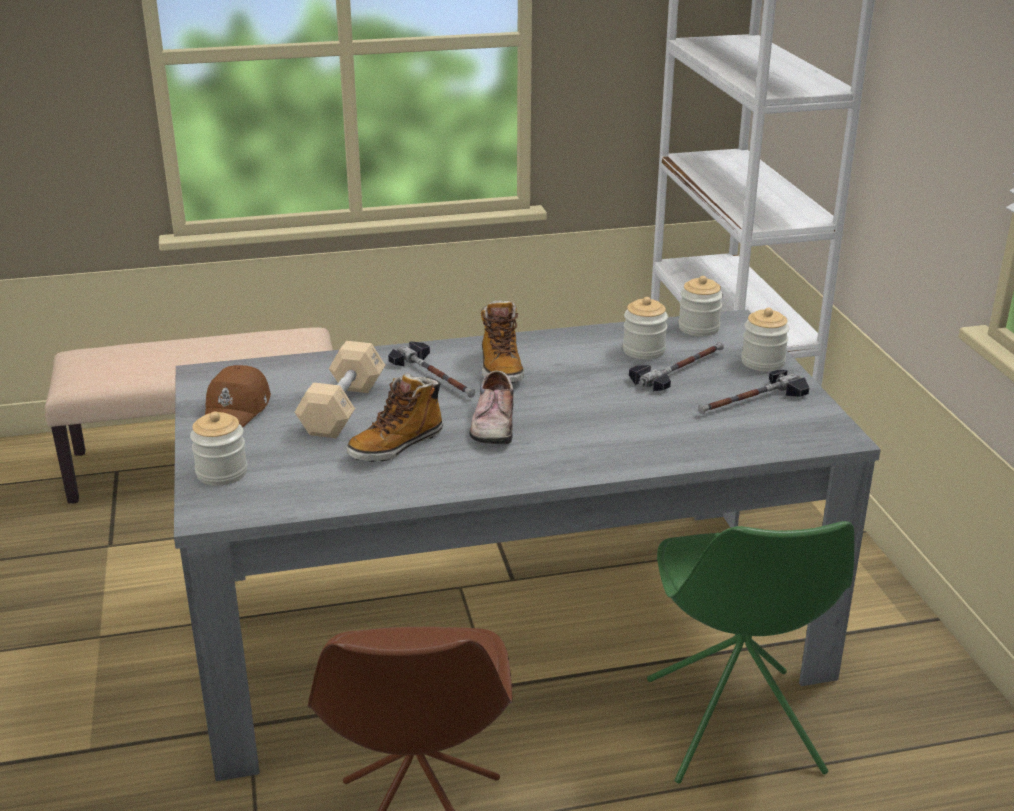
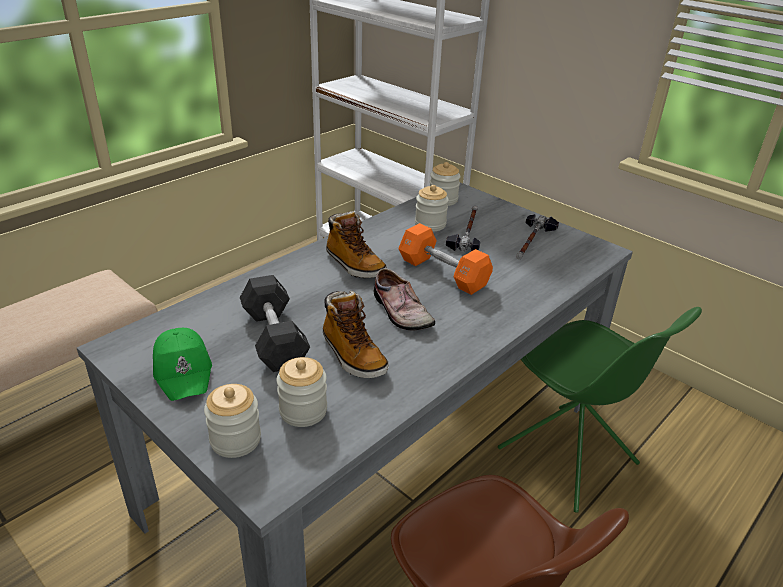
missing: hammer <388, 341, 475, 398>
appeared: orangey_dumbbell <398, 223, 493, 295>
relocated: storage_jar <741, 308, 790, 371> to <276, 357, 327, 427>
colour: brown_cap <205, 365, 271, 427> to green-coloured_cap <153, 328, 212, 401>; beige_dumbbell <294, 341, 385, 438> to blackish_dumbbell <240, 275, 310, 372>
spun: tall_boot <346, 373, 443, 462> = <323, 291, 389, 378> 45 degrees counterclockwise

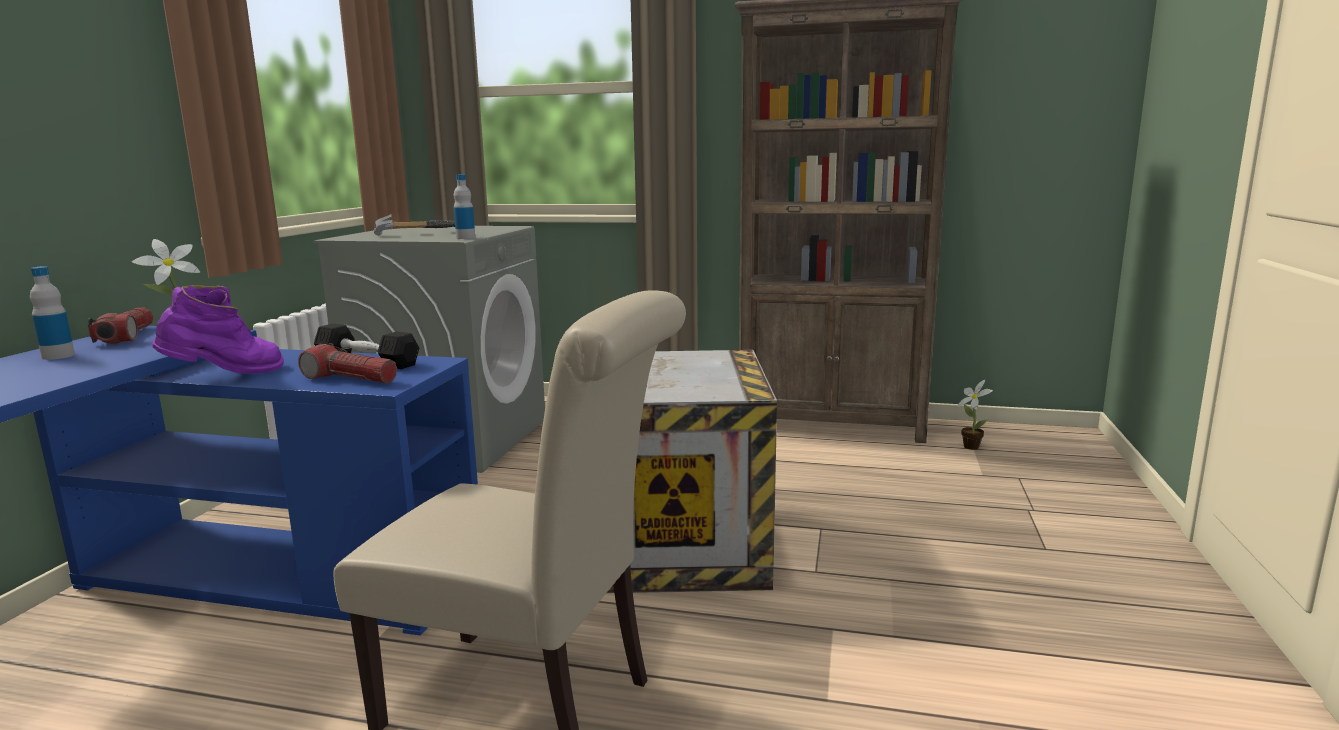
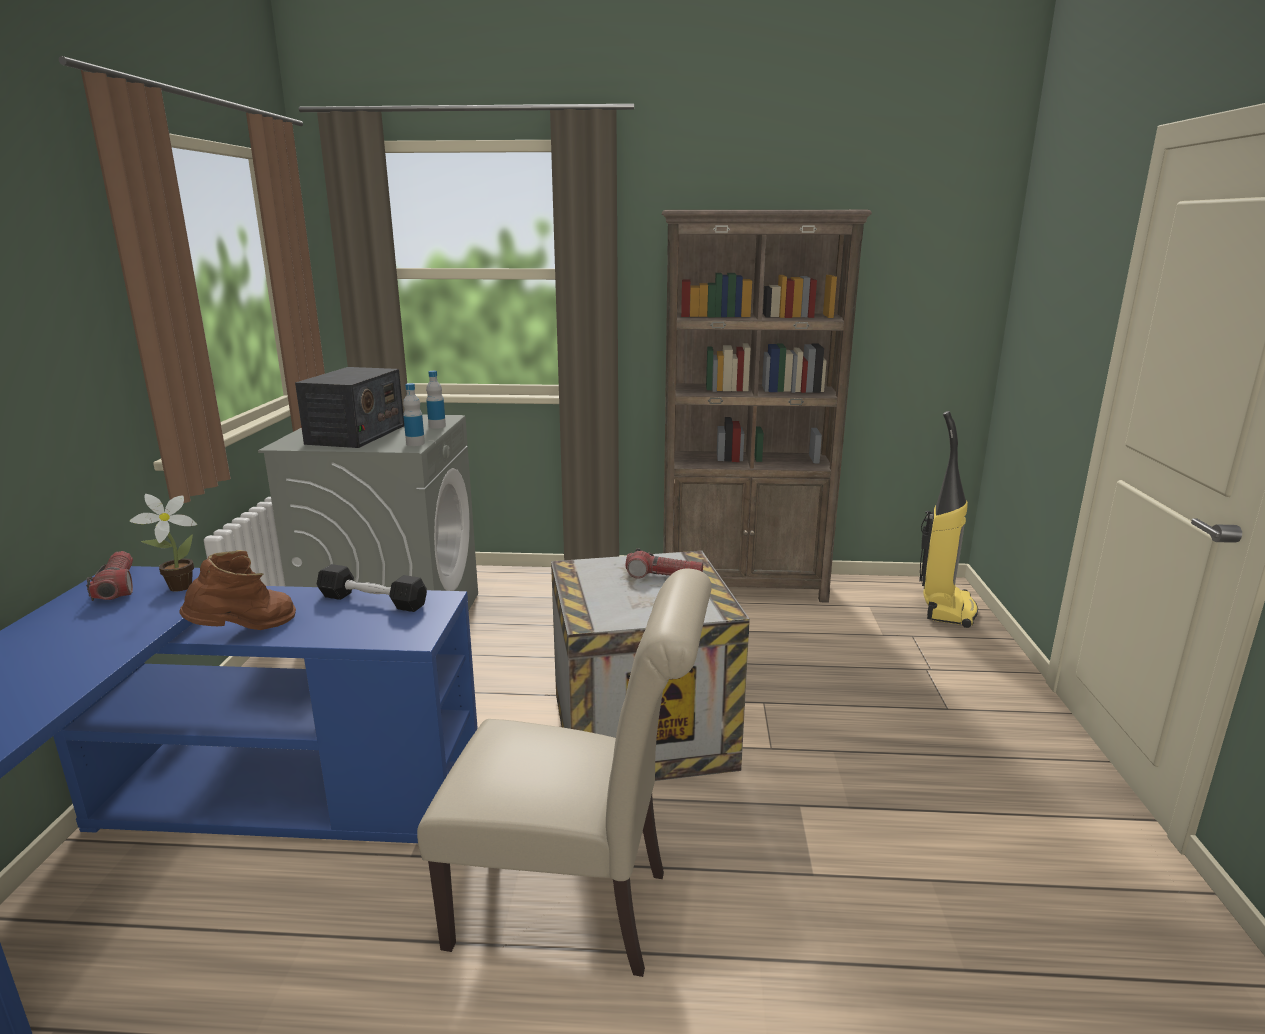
missing: potted_plant <957, 380, 993, 450>
appeared: hoover <919, 411, 978, 628>
relocated: bottle <30, 266, 75, 360> to <426, 371, 446, 429>; flashlight <298, 343, 397, 383> to <626, 548, 703, 579>
exchanged: hammer <374, 214, 455, 235> to radio <295, 367, 404, 448>
colour: purple_tall_boot <152, 285, 284, 374> to brown_tall_boot <179, 550, 296, 630>

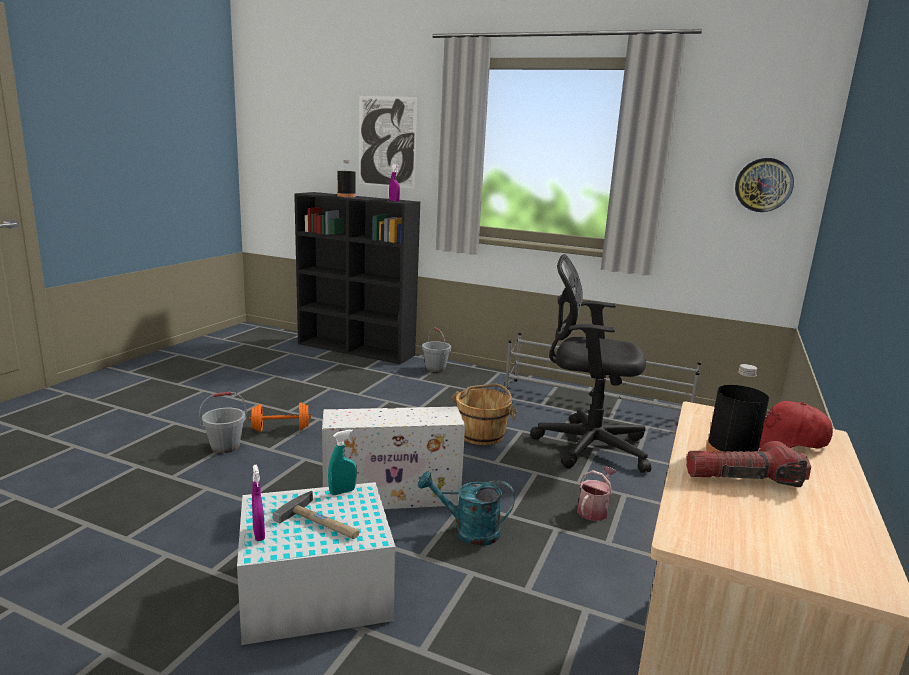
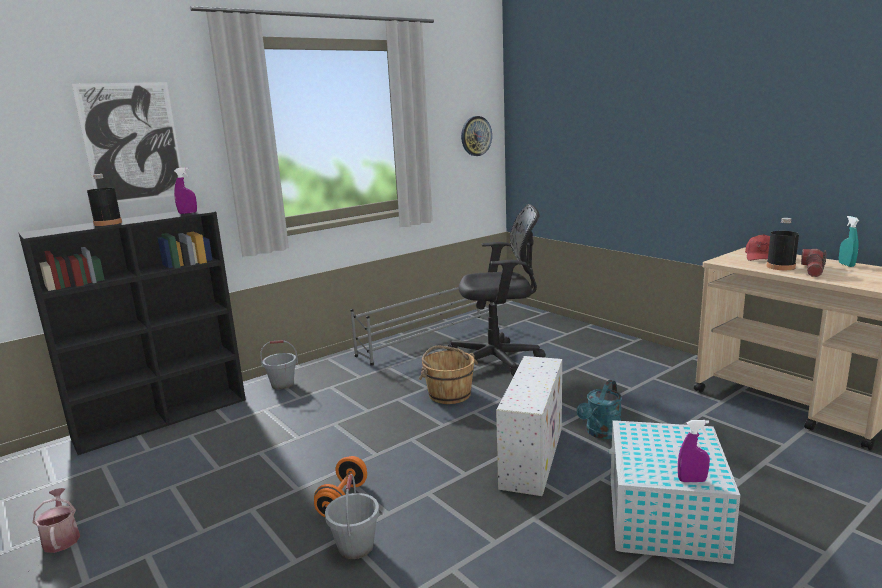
missing: hammer <273, 491, 359, 539>
relocated: turquoise_sprayer <328, 429, 357, 495> to <839, 216, 859, 267>; watering_can <577, 466, 616, 521> to <33, 488, 80, 553>
spun: blackish_office_chair <530, 254, 651, 473> = <448, 204, 545, 376> 135 degrees counterclockwise

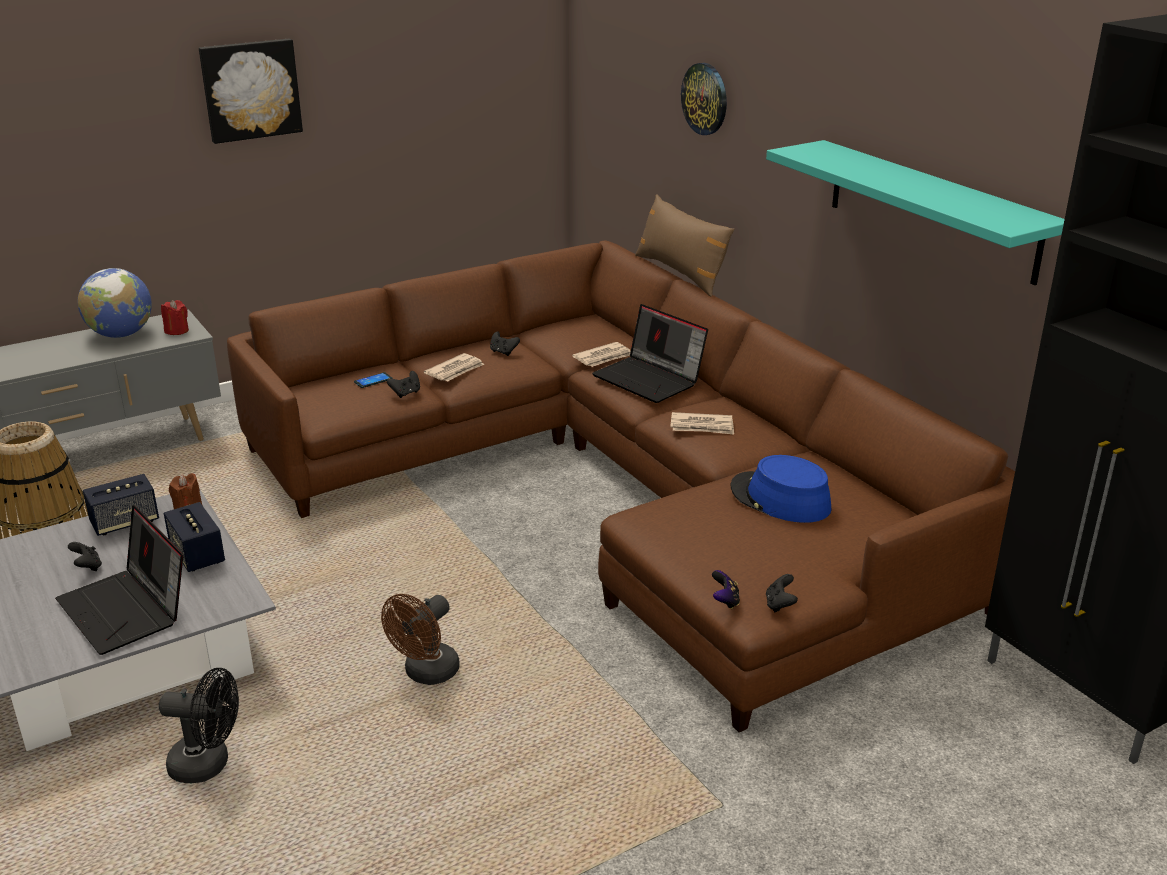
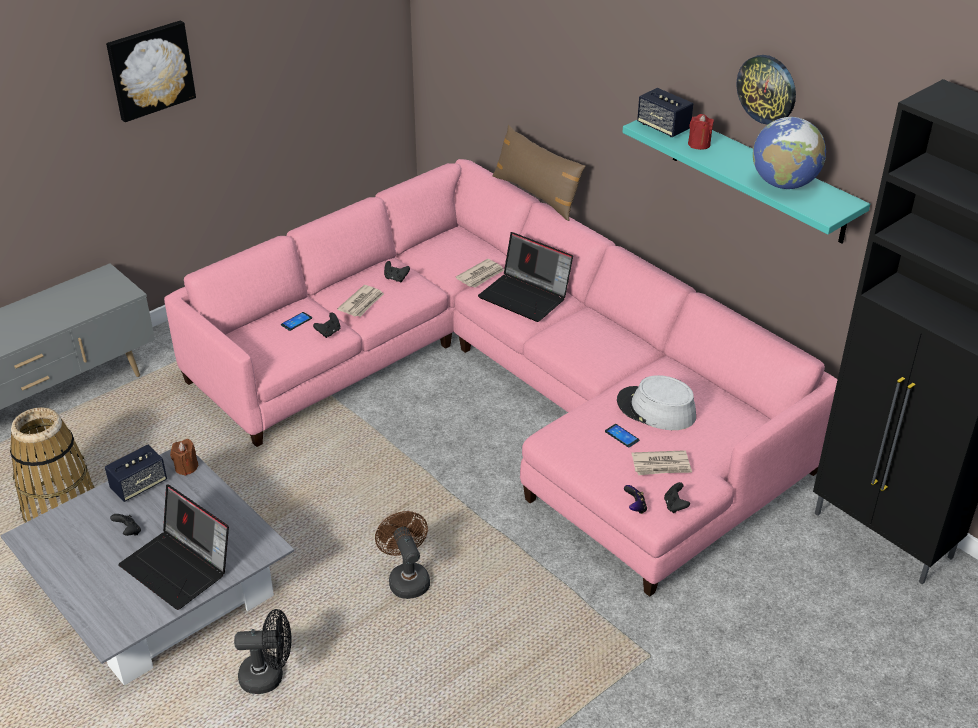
appeared: handset <605, 424, 639, 448>
relocated: desk_globe <78, 268, 152, 338> to <753, 117, 826, 189>; red-coloured_wax_light <161, 300, 189, 335> to <688, 114, 714, 150>; loudspeaker <164, 502, 225, 572> to <637, 88, 693, 137>; printed_paper <670, 412, 734, 435> to <632, 450, 692, 475>; clock_on_the_wall <681, 63, 727, 135> to <737, 55, 796, 125>
colour: brown_sofa <227, 240, 1015, 732> to pinkish_sofa <164, 159, 838, 597>; bluish_hat <731, 455, 831, 523> to gray_hat <617, 375, 696, 430>
spun: brown_fan <381, 594, 460, 685> = <375, 511, 430, 599> 135 degrees clockwise

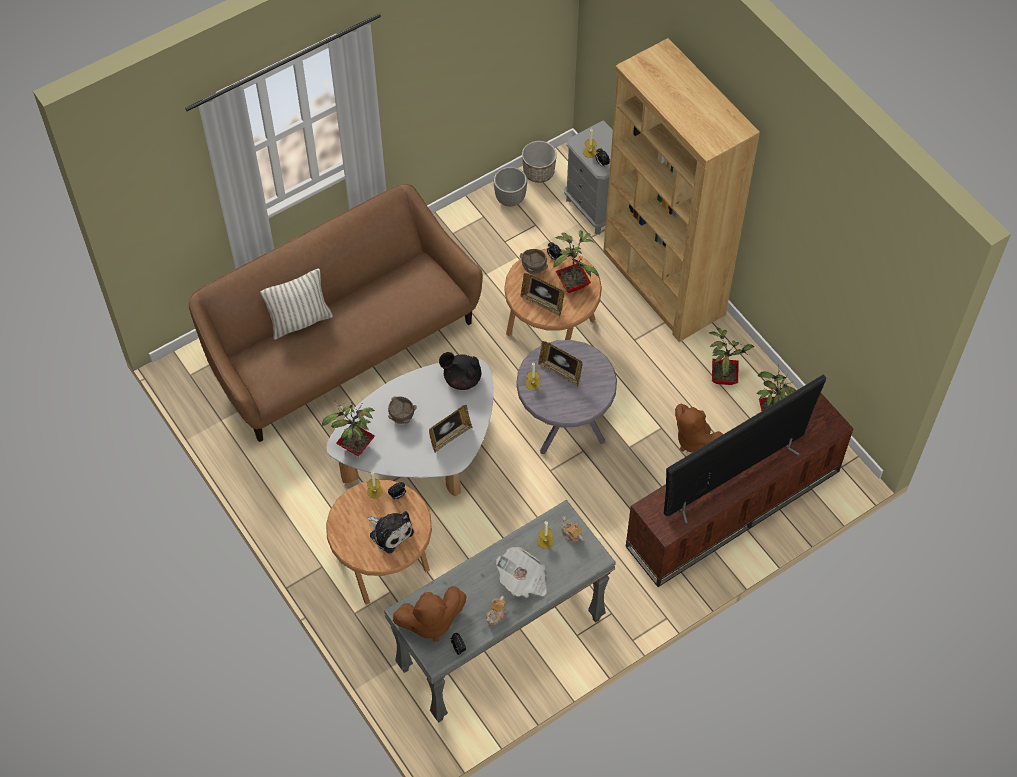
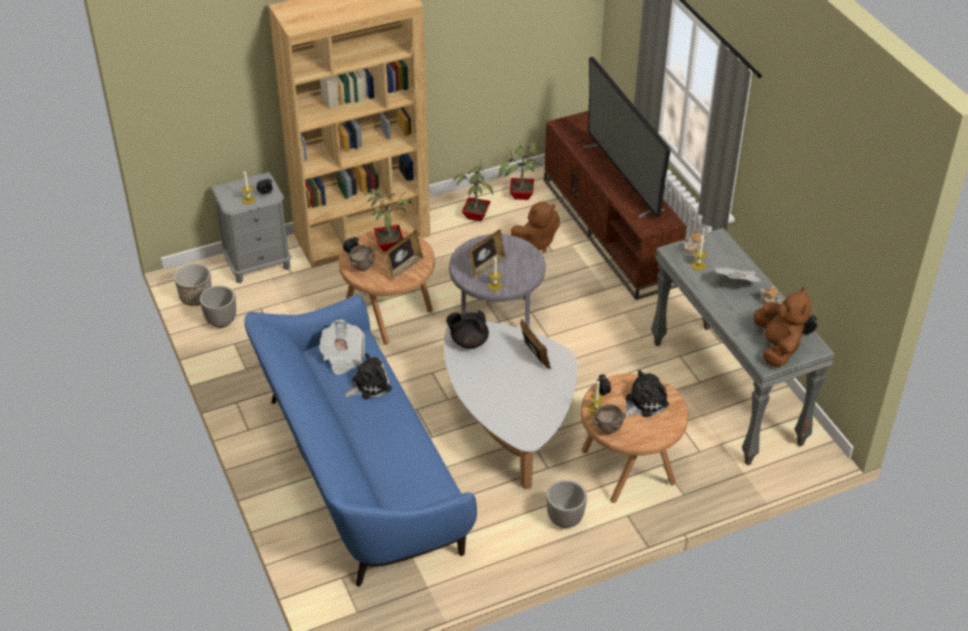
missing: throw_pillow <260, 268, 333, 340>; potted_plant <322, 401, 375, 457>
appeared: printed_paper <319, 320, 365, 375>; plush_toy <344, 353, 392, 399>; flower_pot <546, 480, 587, 528>
relocated: brown_serving_bowl <388, 396, 417, 424> to <592, 404, 626, 434>
colour: brown_sofa <189, 184, 483, 442> to bluish_sofa <245, 295, 477, 587>
spun: blackish_teapot <439, 352, 481, 390> = <446, 310, 489, 348> 60 degrees clockwise

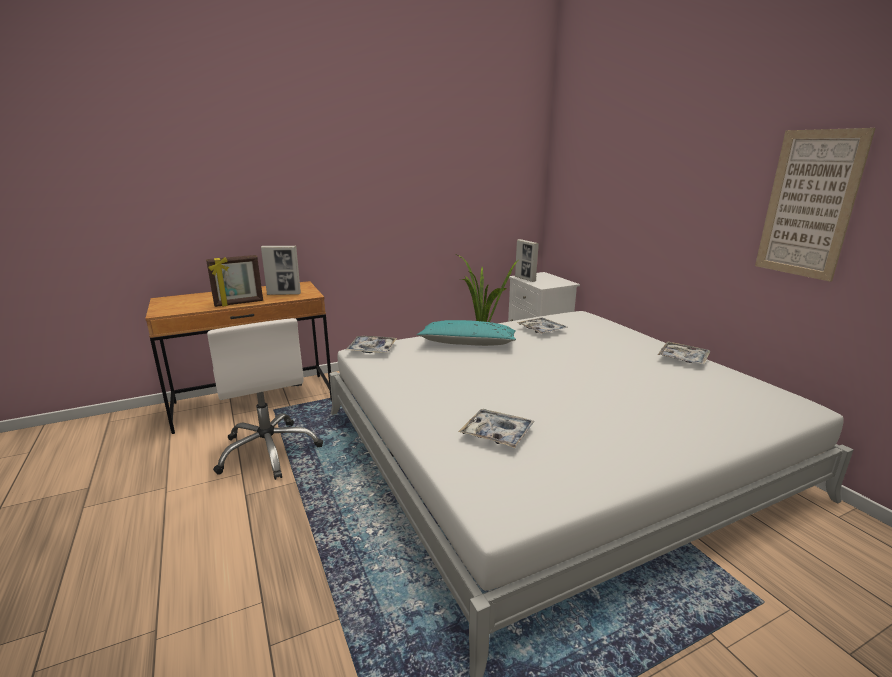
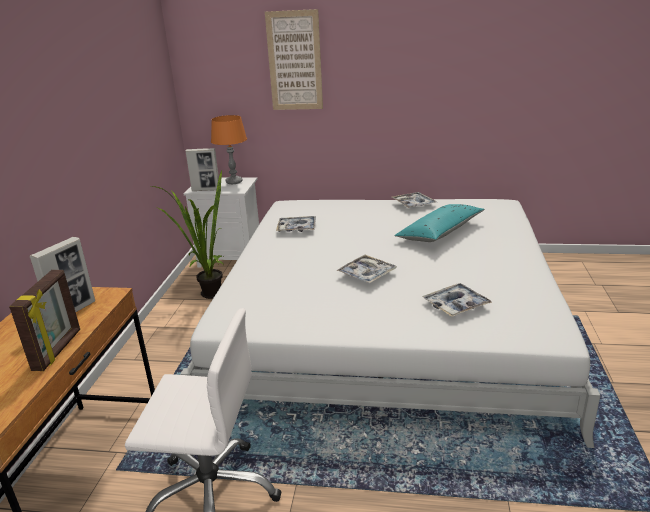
appeared: orangey_lamp_for_a_table <211, 115, 247, 184>
relocated: serving_tray <346, 336, 397, 353> to <336, 255, 397, 284>; turquoise_throw_pillow <417, 320, 516, 346> to <394, 204, 485, 242>; wall_picture <755, 128, 876, 282> to <265, 9, 323, 110>

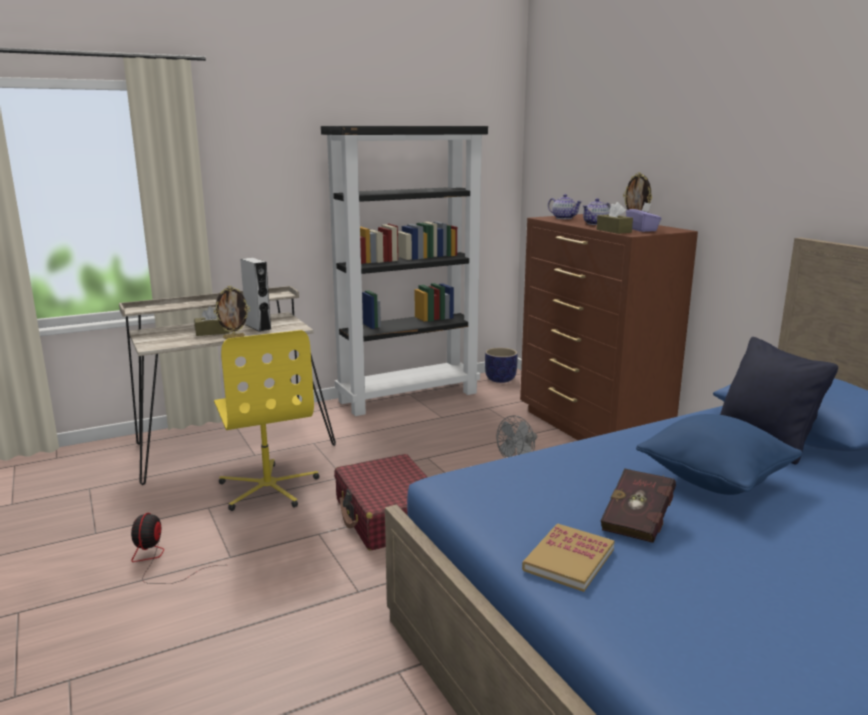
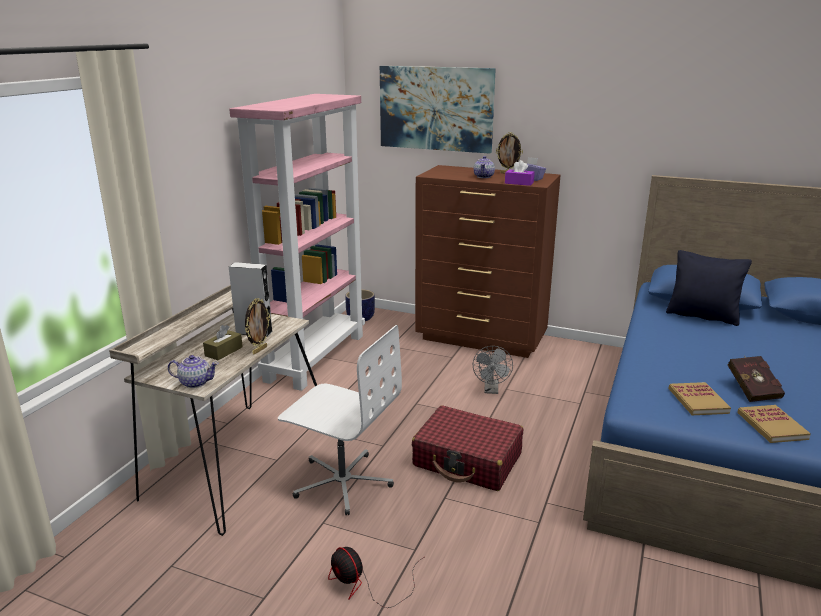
missing: bluish_throw_pillow <636, 414, 802, 495>
appeared: wall_picture <380, 66, 496, 154>; volume <669, 382, 731, 415>
relocated: teapot <548, 194, 582, 219> to <168, 355, 219, 388>
colour: yellowish_office_chair <214, 330, 319, 511> to white-coloured_office_chair <278, 325, 402, 515>; blackish_shelving_unit <321, 126, 488, 416> to pinkish_shelving_unit <229, 94, 365, 391>; brown_tissue_holder <597, 202, 633, 234> to purple_tissue_holder <505, 160, 534, 186>

